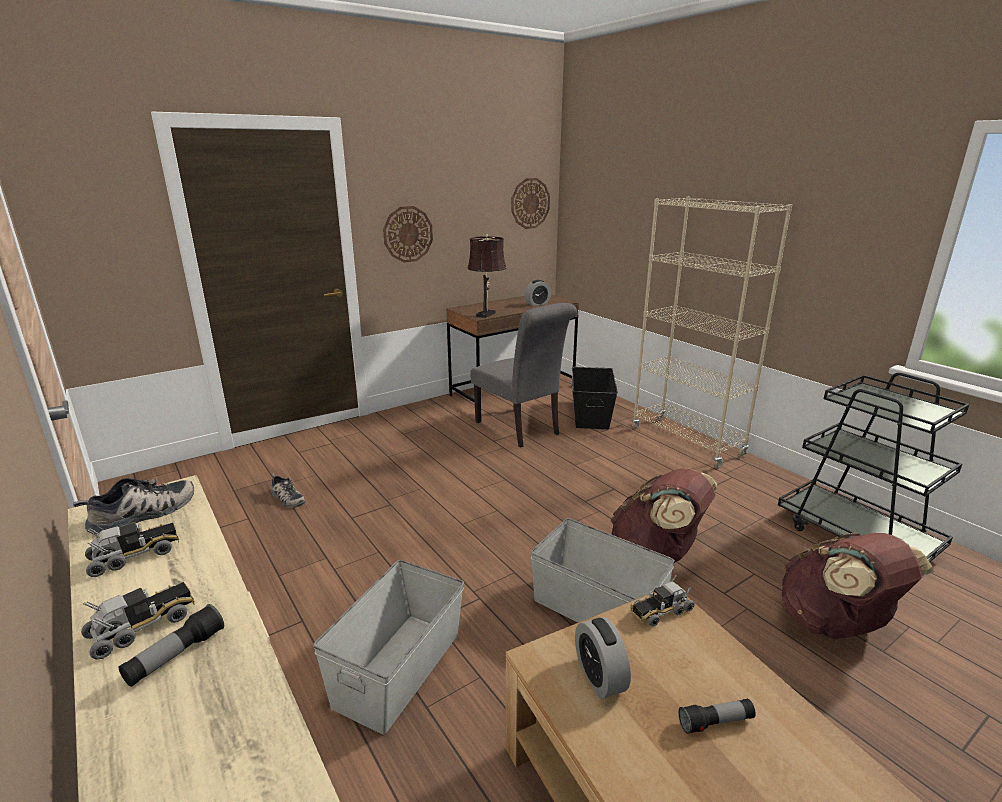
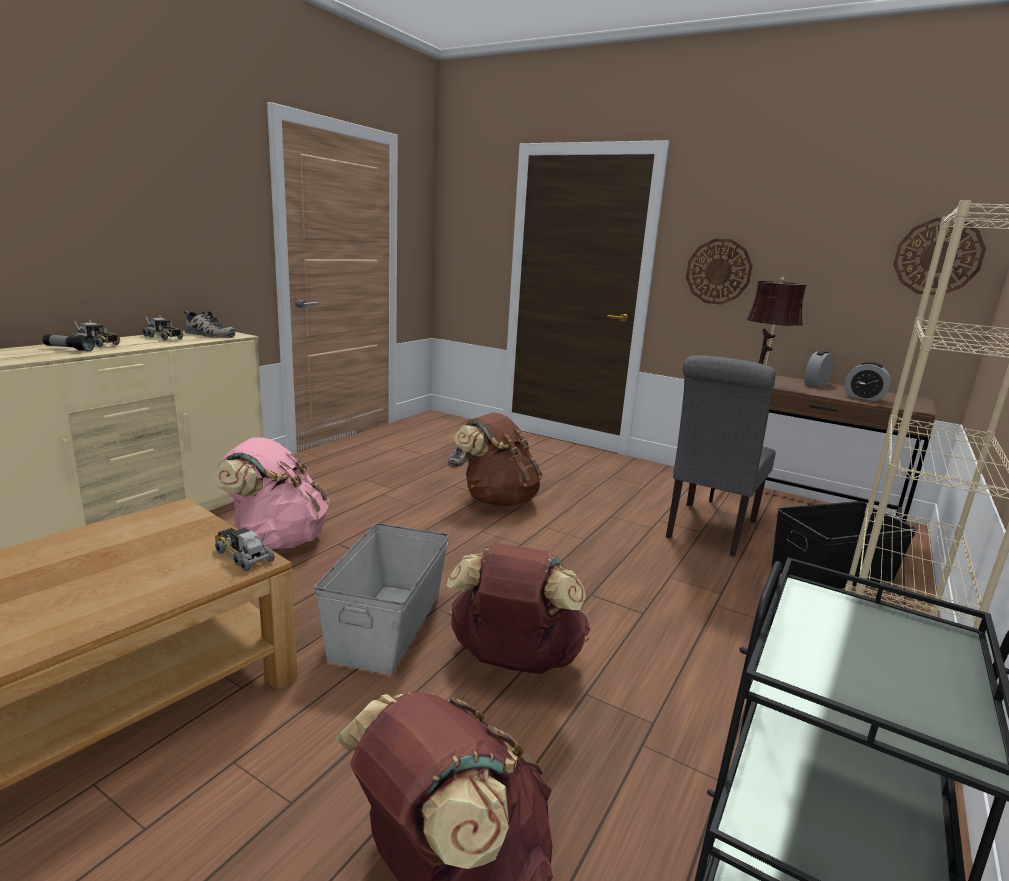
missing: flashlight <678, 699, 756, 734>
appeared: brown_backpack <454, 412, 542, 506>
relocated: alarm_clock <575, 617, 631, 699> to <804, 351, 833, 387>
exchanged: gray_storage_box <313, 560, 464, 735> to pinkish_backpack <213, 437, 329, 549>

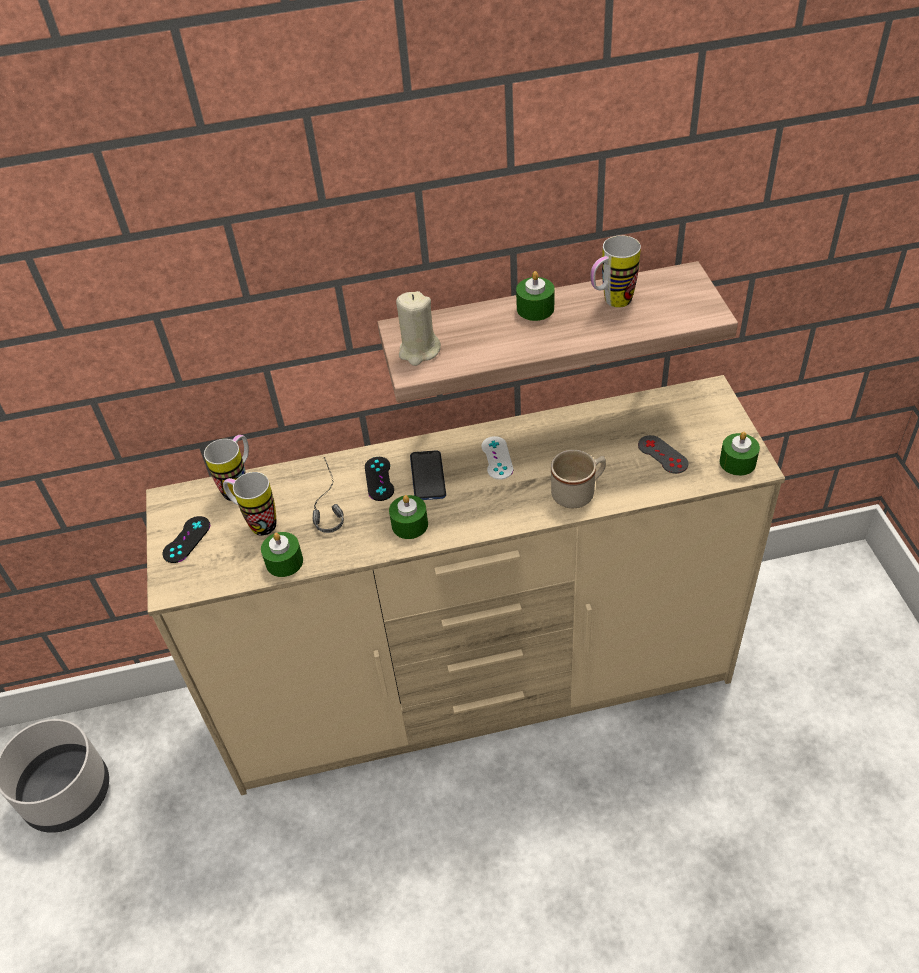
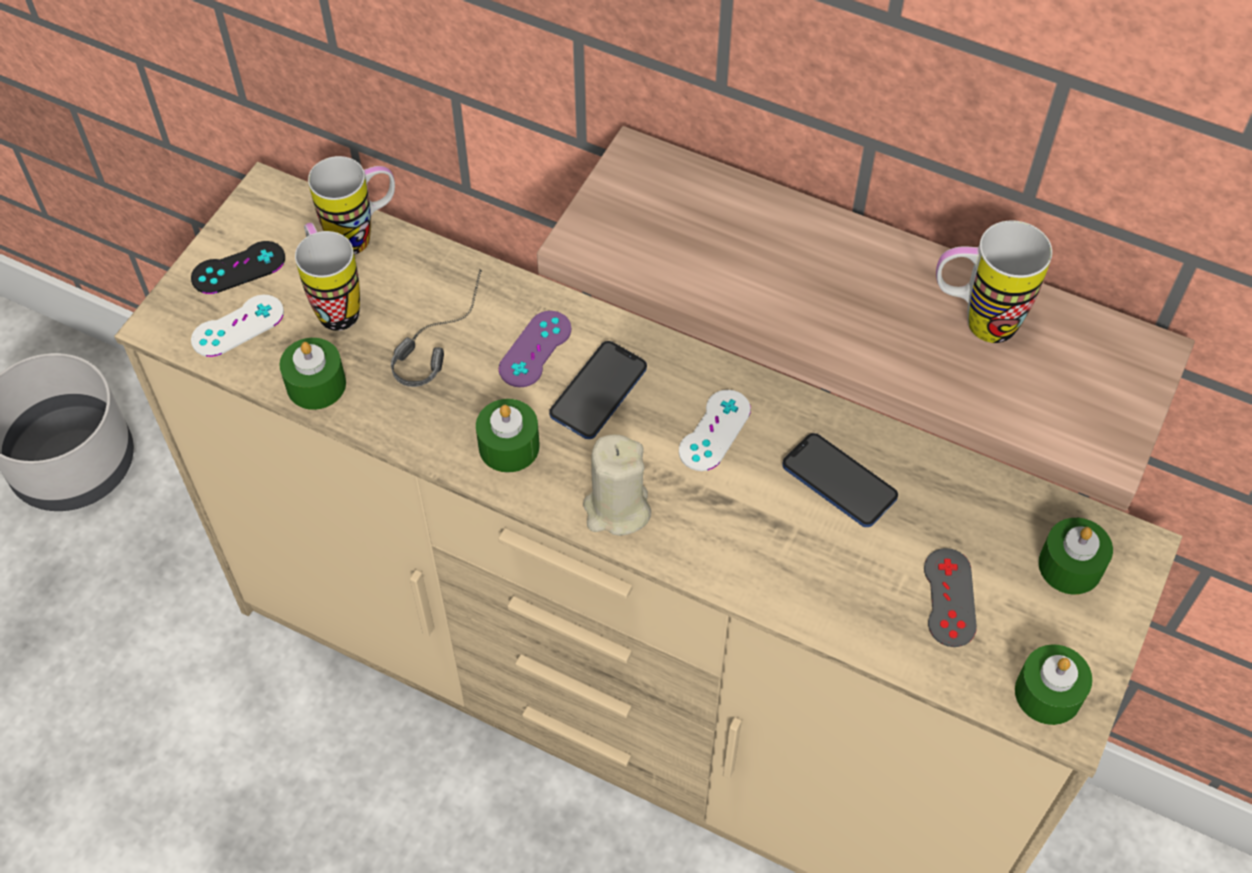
missing: beige_tea_mug <551, 450, 606, 508>
appeared: white-coloured_gamepad <191, 295, 284, 357>; handset <782, 433, 898, 527>
relocated: beige_wax_light <396, 291, 441, 366> to <583, 434, 651, 536>; green-coloured_wax_light <516, 271, 554, 321> to <1038, 518, 1113, 595>
colour: blackish_gamepad <365, 457, 394, 501> to purple_gamepad <499, 311, 571, 387>

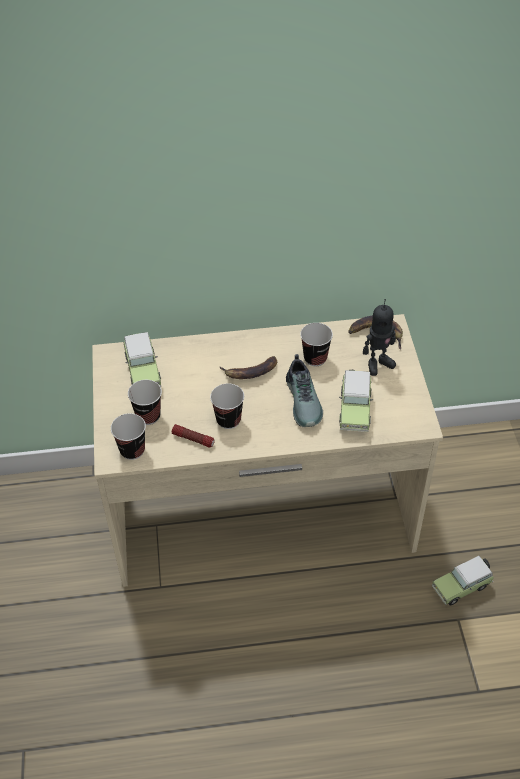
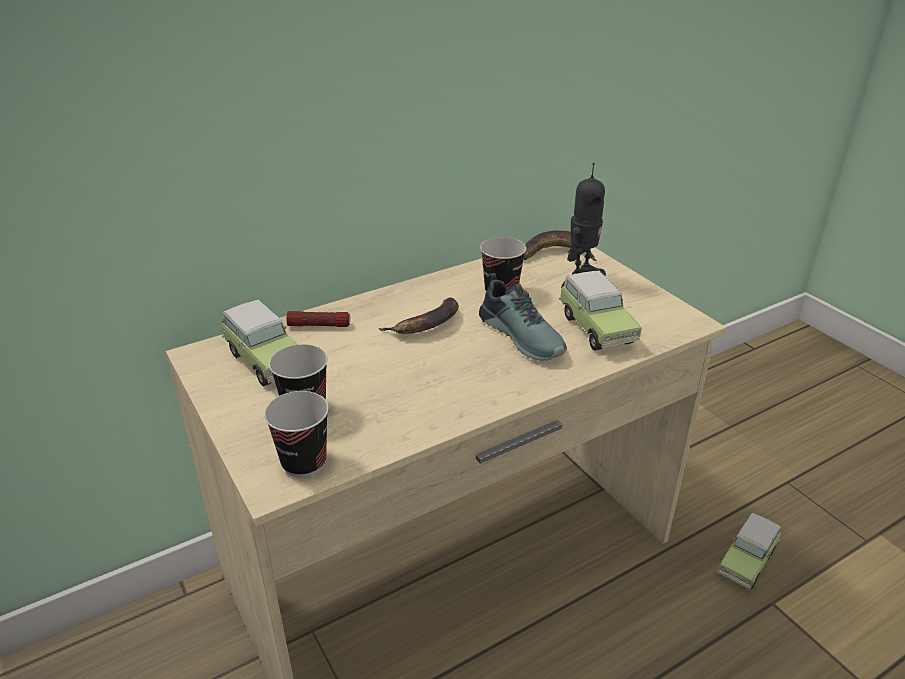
missing: cup <210, 383, 244, 429>
relocated: flashlight <172, 424, 215, 448> to <287, 311, 350, 327>

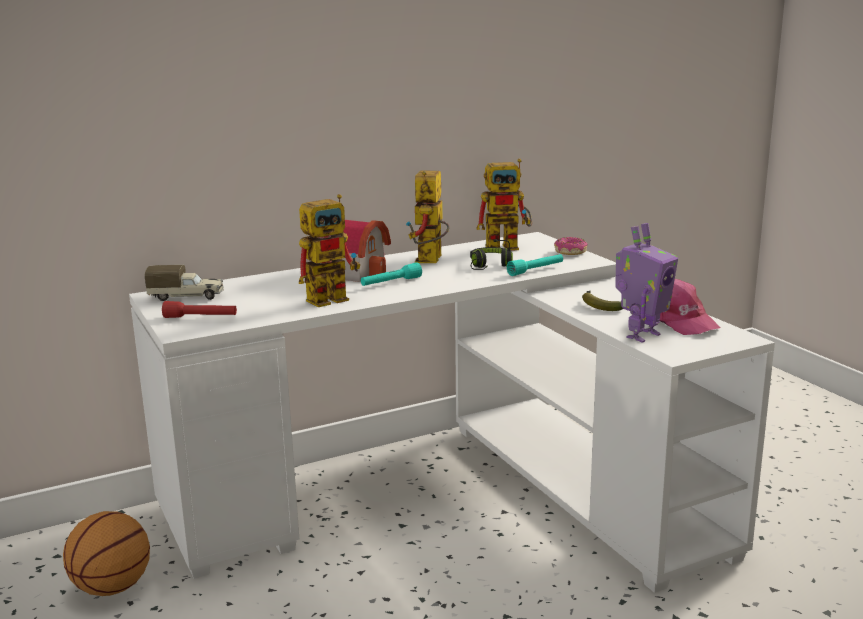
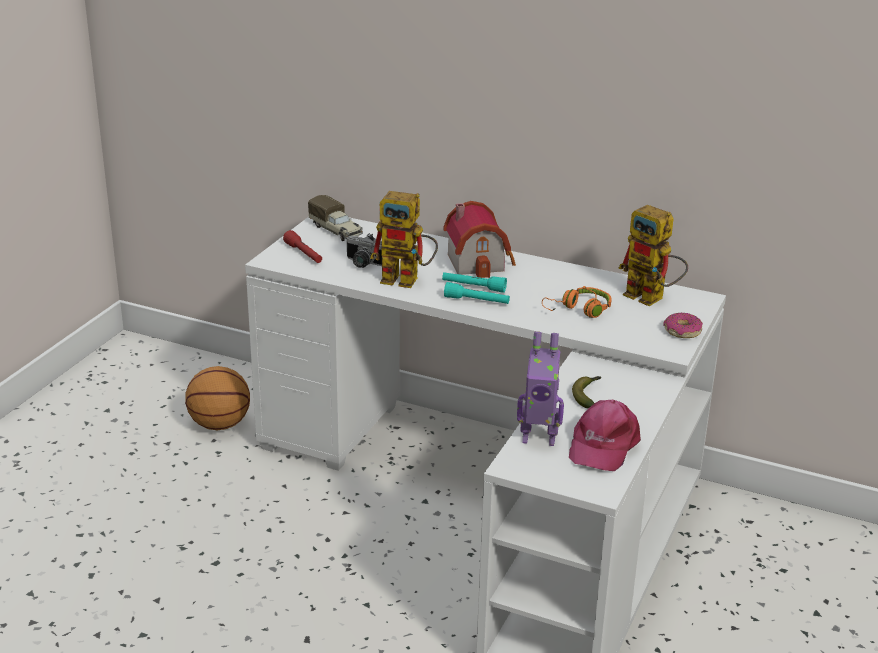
missing: toy_robot <406, 170, 449, 263>
appeared: still_camera <346, 233, 382, 268>
relocated: turquoise_flashlight <507, 254, 563, 276> to <444, 282, 510, 304>
colour: blackish_headphones <470, 239, 513, 270> to orangey_headphones <542, 286, 612, 318>

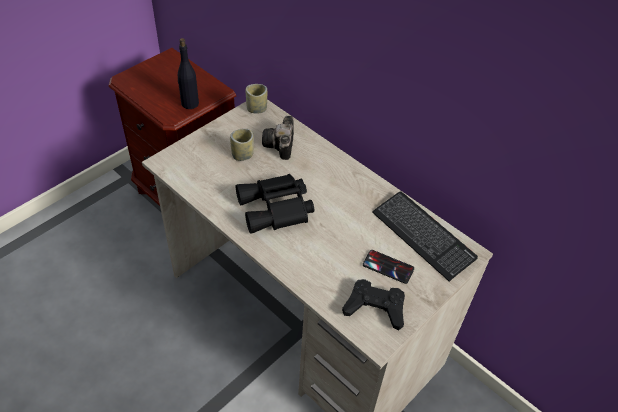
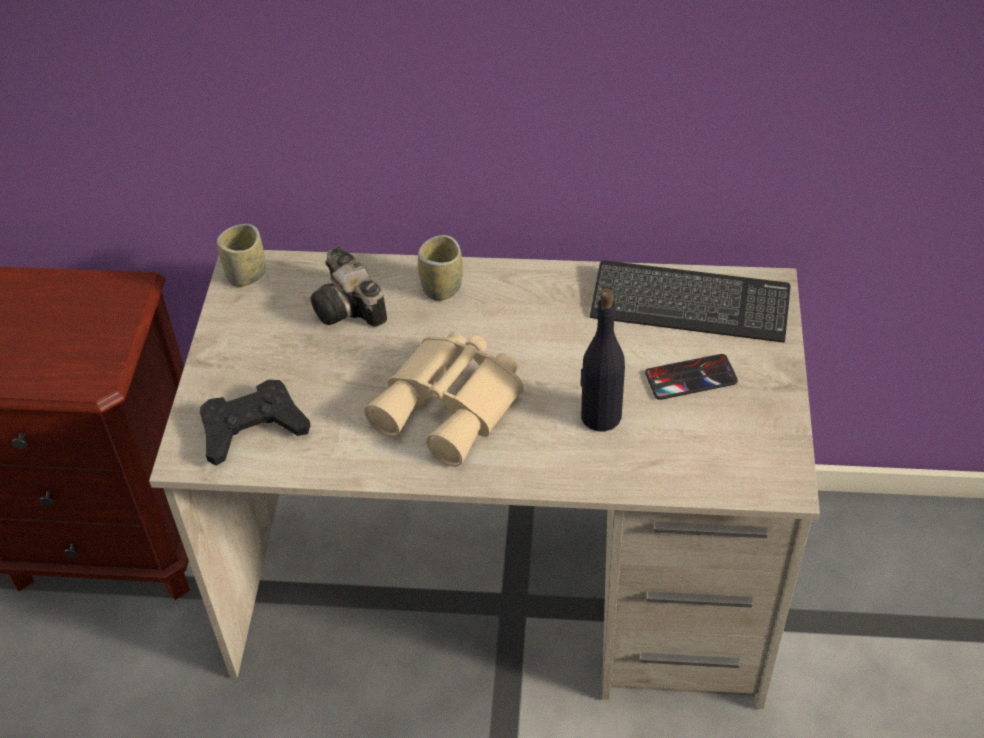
relocated: blackish_bottle <178, 38, 199, 109> to <581, 289, 625, 431>; cup <230, 129, 254, 161> to <418, 235, 463, 301>; blackish_gamepad <342, 279, 405, 331> to <200, 380, 311, 466>
colour: blackish_pair_of_binoculars <236, 174, 314, 234> to beige_pair_of_binoculars <364, 332, 524, 467>

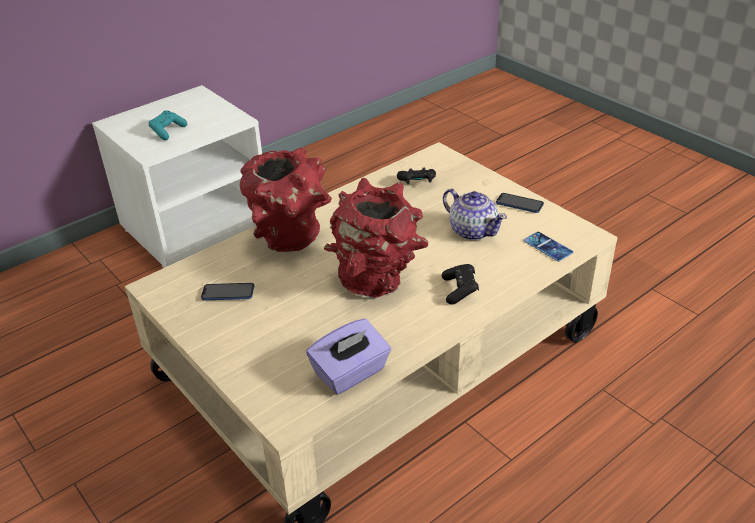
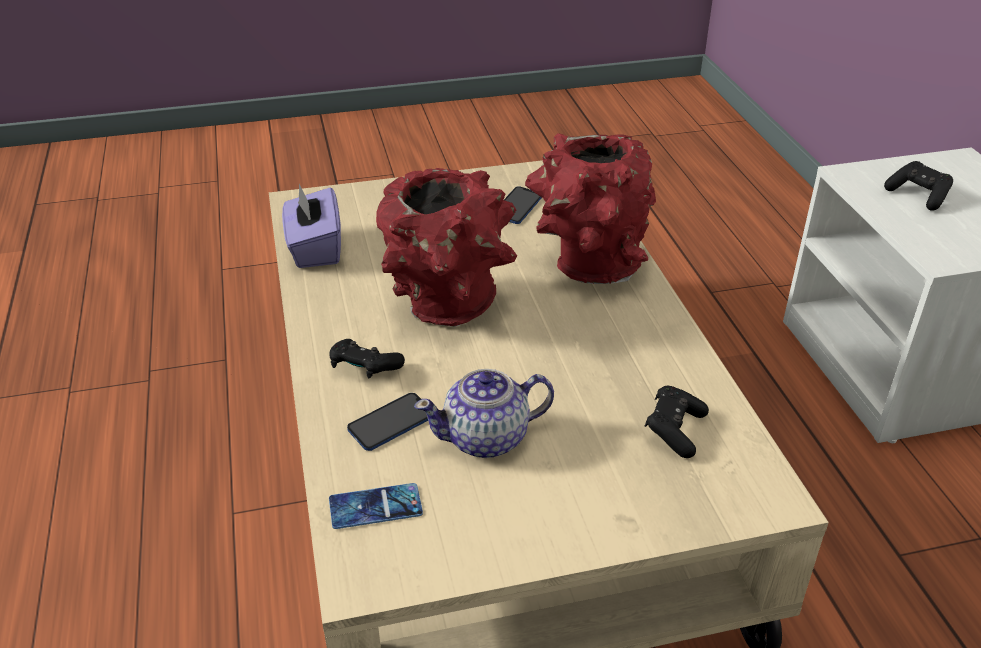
relocated: handset <496, 193, 544, 213> to <347, 393, 428, 451>
colour: turquoise_gamepad <149, 110, 187, 140> to blackish_gamepad <884, 161, 953, 211>

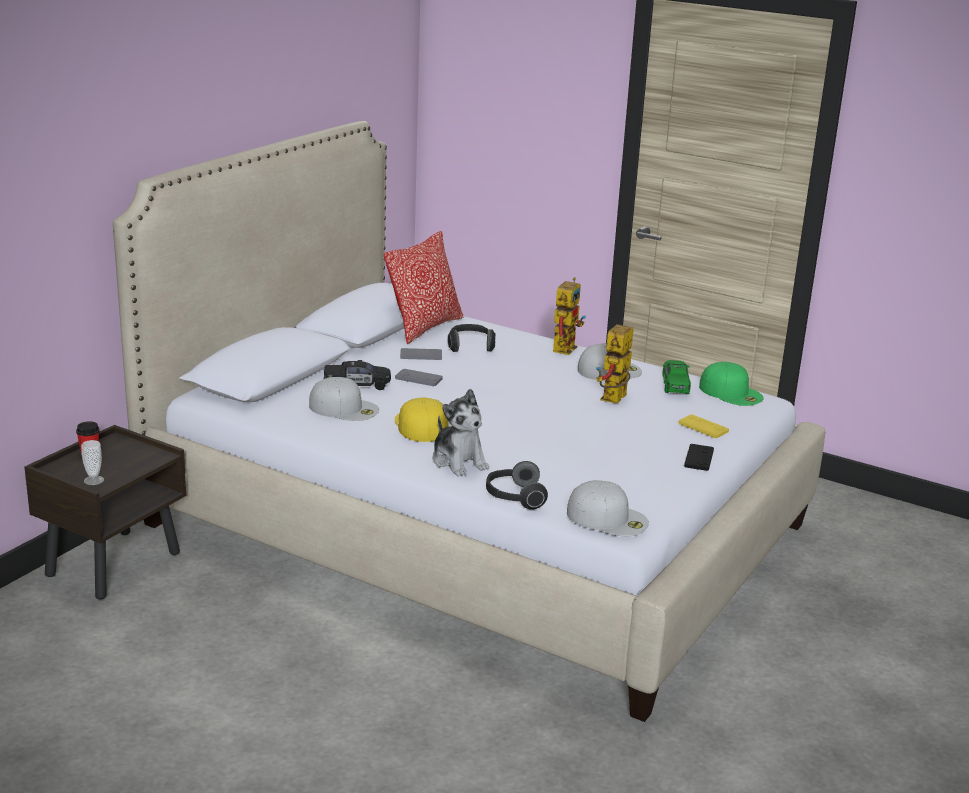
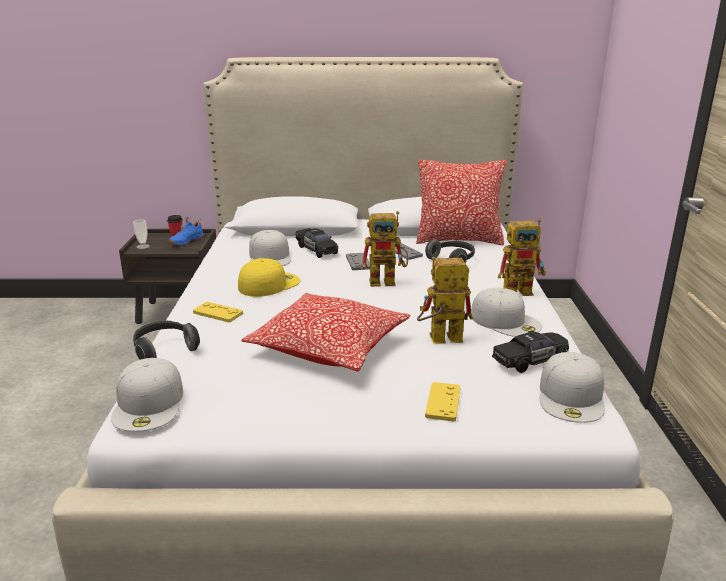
missing: blackish_gamepad <684, 444, 714, 471>
appeared: bluish_low_shoe <169, 217, 204, 245>; throw_pillow <241, 293, 410, 372>; toy_robot <361, 211, 408, 287>
exchanged: plush_toy <432, 388, 489, 477> to yellowish_gamepad <193, 302, 243, 323>
colour: green-coloured_model_car <662, 360, 691, 394> to blackish_model_car <492, 330, 569, 373>; green-coloured_cap <699, 362, 764, 406> to white-coloured_cap <540, 352, 605, 423>

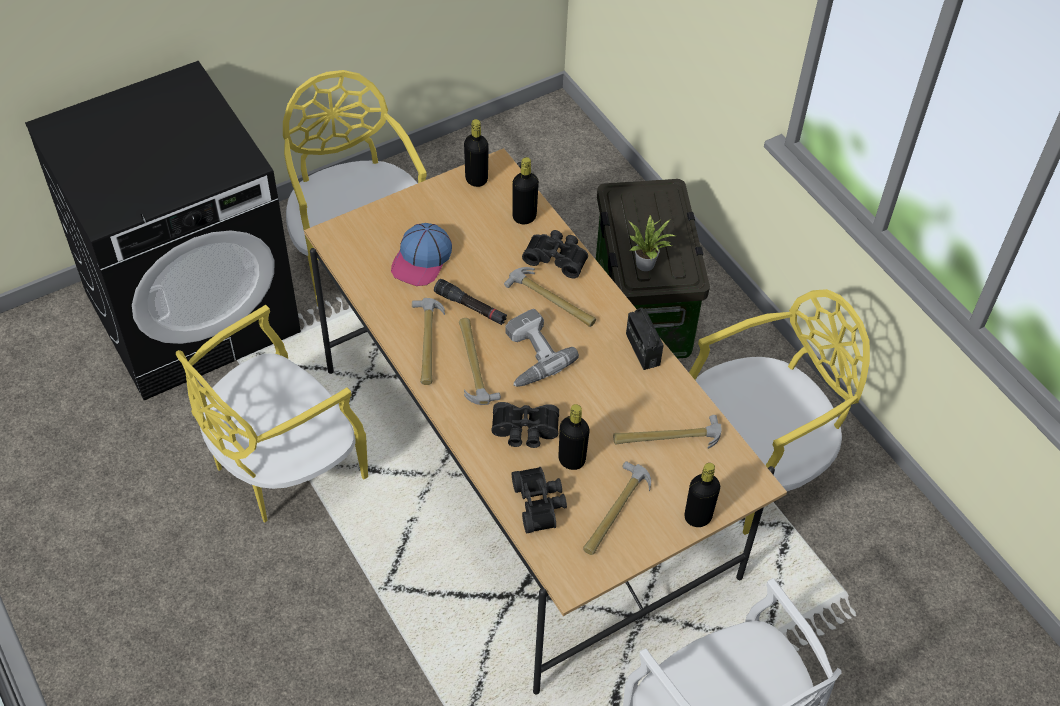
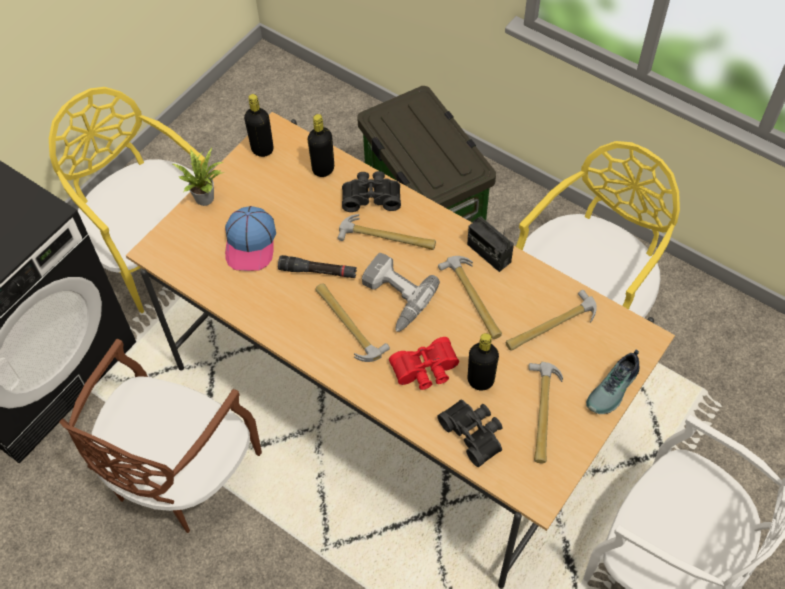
relocated: hammer <412, 298, 445, 385> to <438, 256, 502, 339>; potted_plant <629, 214, 676, 271> to <171, 148, 224, 206>
exchanged: blackish_bottle <685, 463, 720, 527> to low_shoe <586, 350, 639, 414>
colour: yellowish_upright_chair <176, 305, 368, 522> to brown_upright_chair <59, 339, 262, 533>; blackish_pair_of_binoculars <491, 402, 559, 448> to red-coloured_pair_of_binoculars <389, 337, 459, 390>

